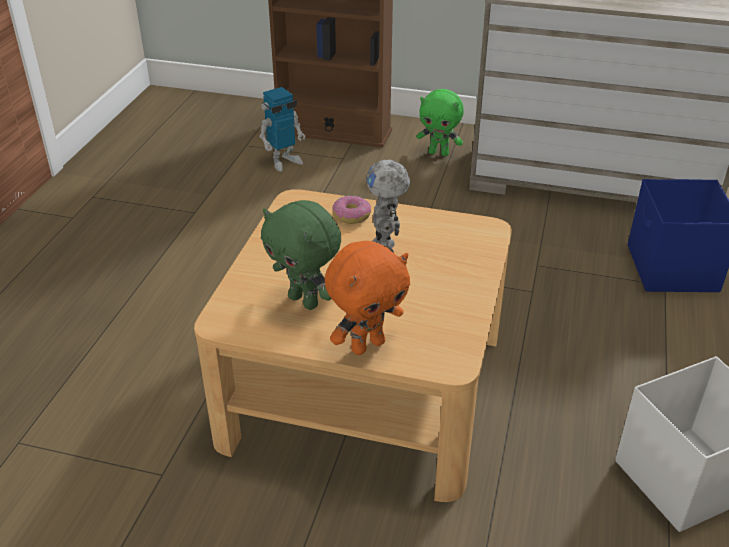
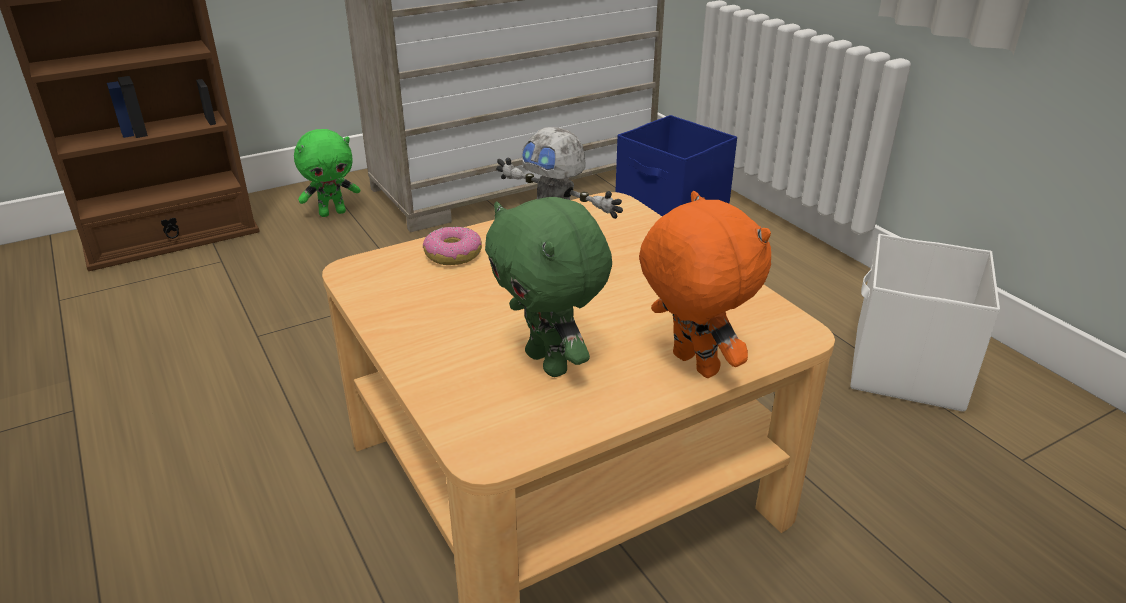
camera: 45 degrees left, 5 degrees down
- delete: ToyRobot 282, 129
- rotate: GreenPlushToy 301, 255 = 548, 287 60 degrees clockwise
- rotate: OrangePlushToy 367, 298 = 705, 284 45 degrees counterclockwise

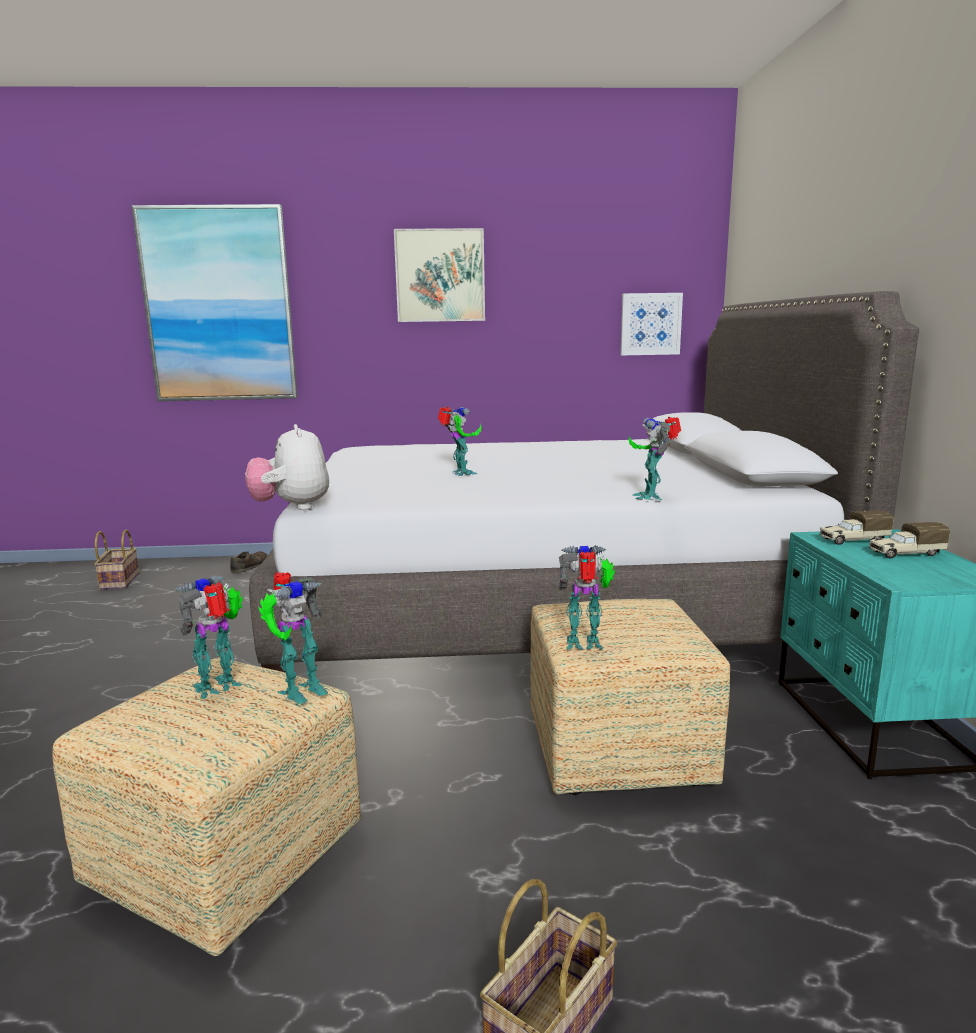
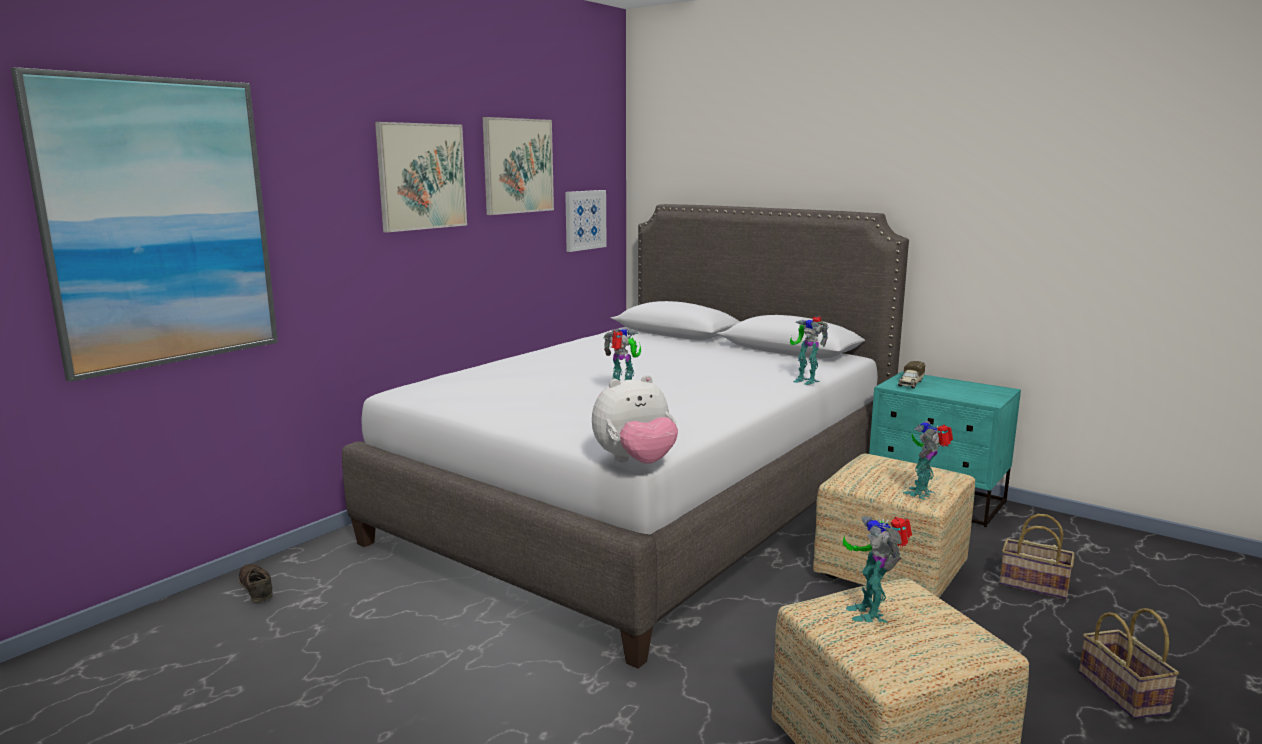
camera: 50 degrees left, 0 degrees up
- delete: ToyRobot 293, 638
- delete: ToyTruck 909, 540
- insert: Picture 518, 166
- move: Basket 116, 560 to 1037, 556
- rotate: PlushToy 287, 467 = 635, 419 45 degrees counterclockwise

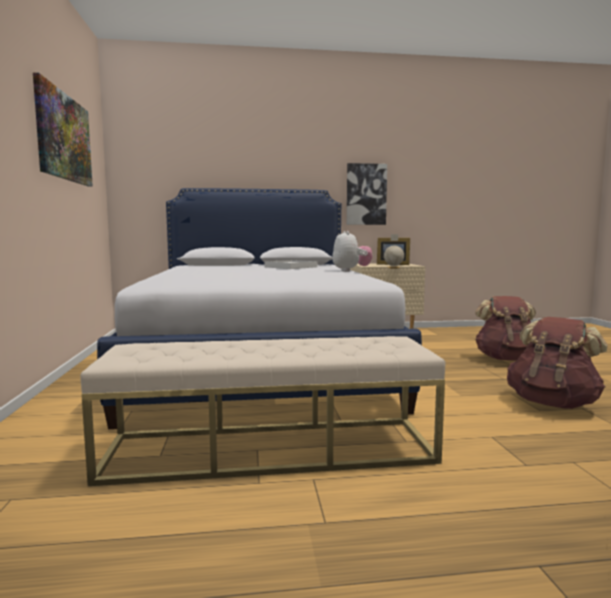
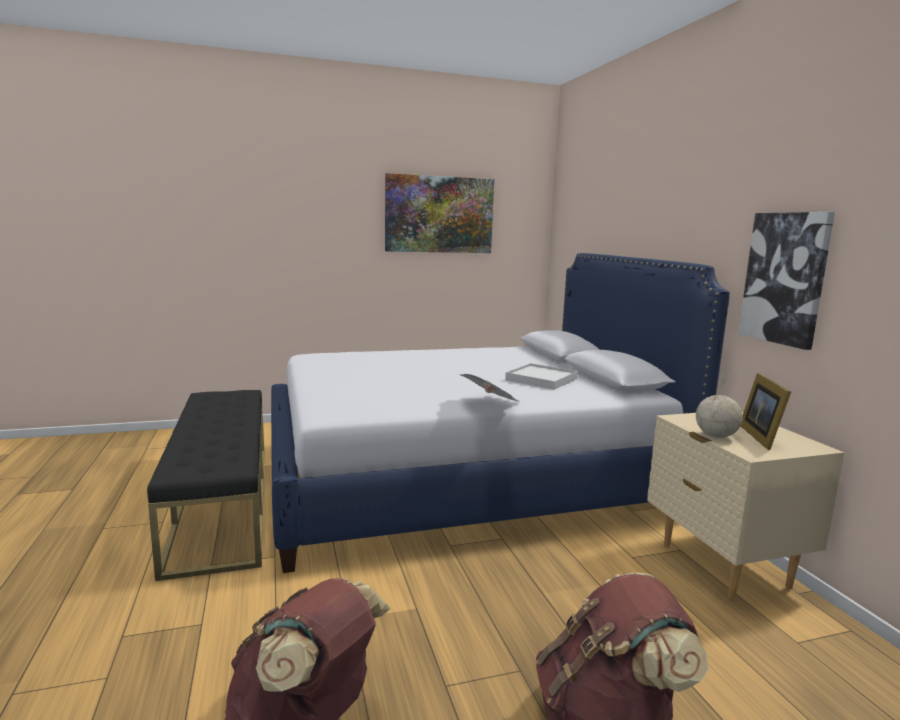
camera: 80 degrees right, 5 degrees up
- replace: PlushToy 352, 251 to Newspaper 489, 387
- recolor: BeigeBench 262, 411 to BlackBench 205, 485

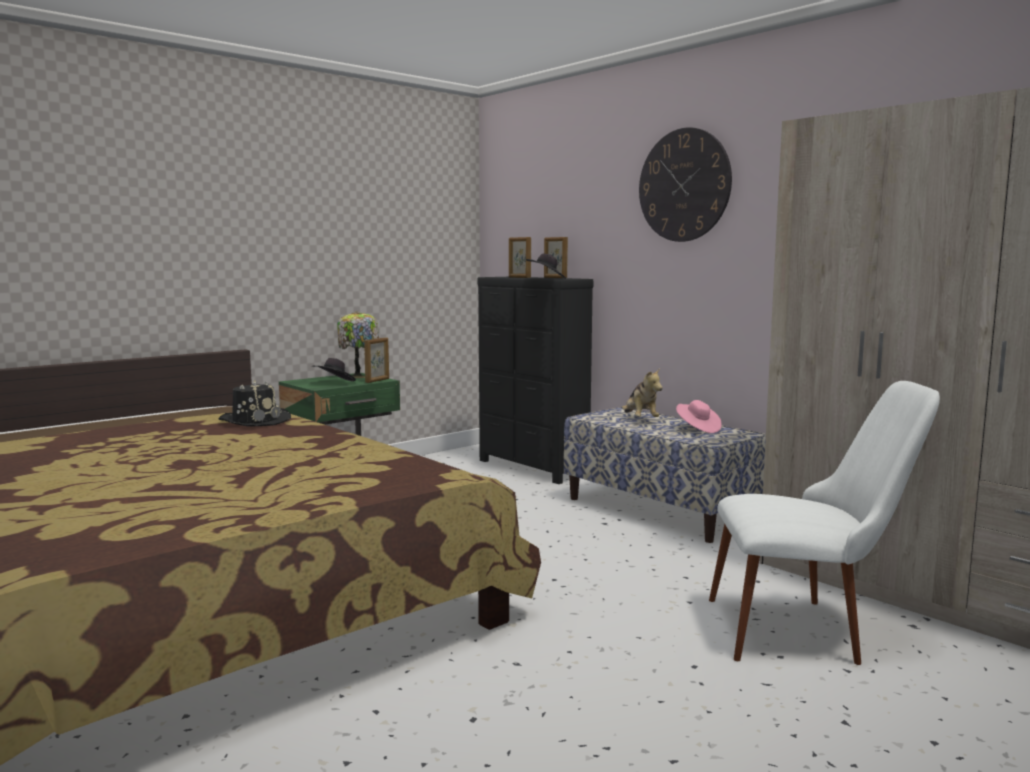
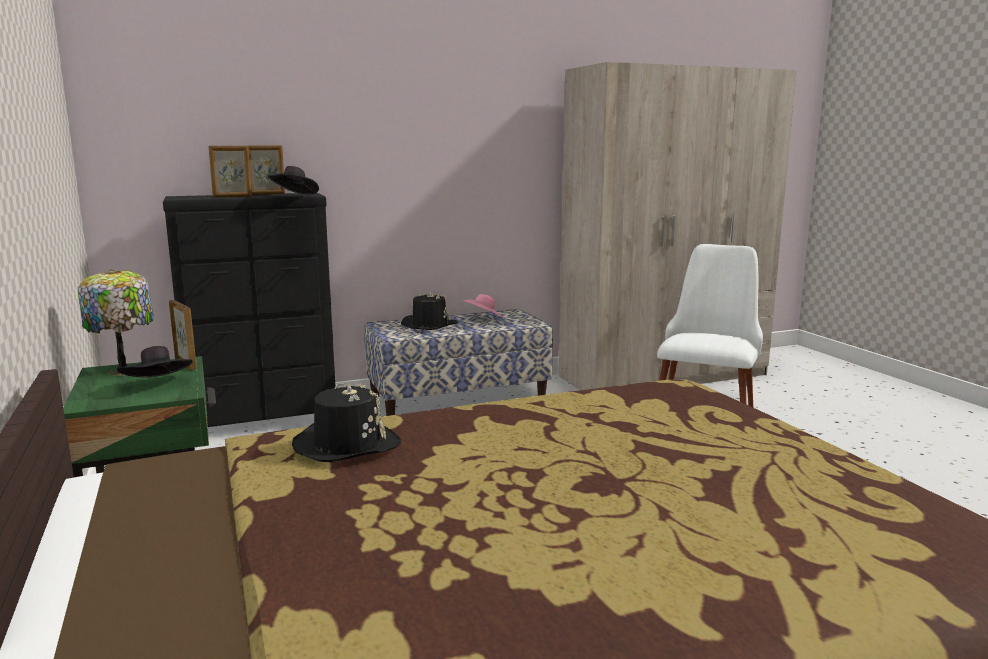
camera: 70 degrees left, 5 degrees up
- delete: WallClock 685, 184
- replace: PlushToy 642, 392 to BlackHat 430, 310

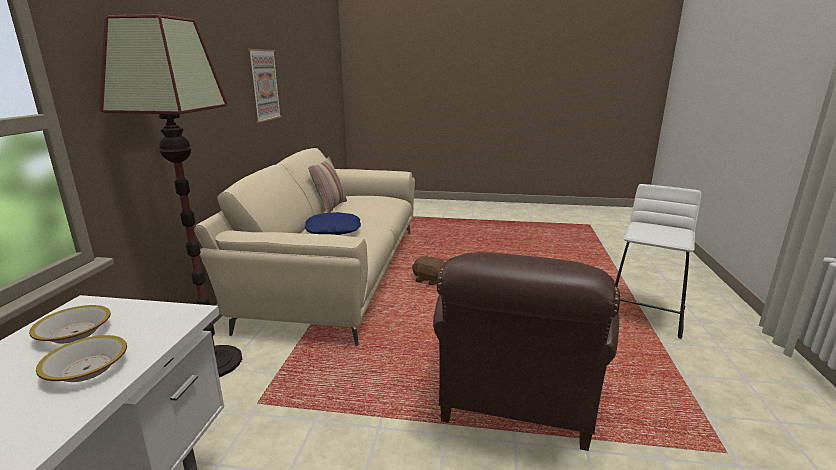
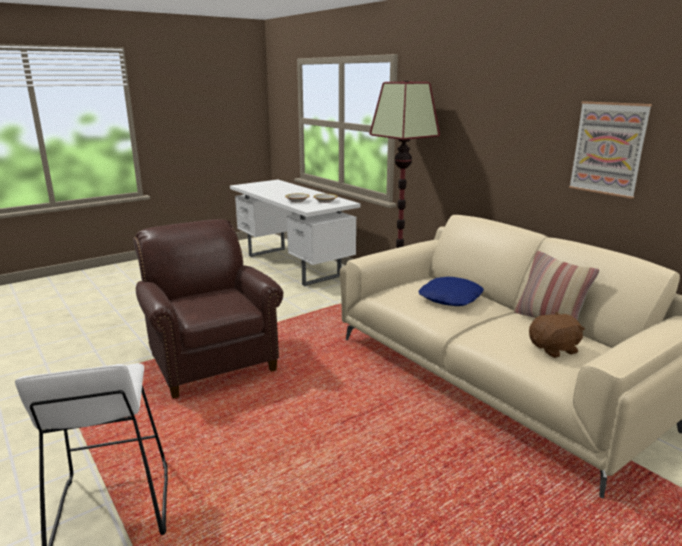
camera: 135 degrees right, 0 degrees up
- move: BrownPlushToy 428, 270 to 557, 335

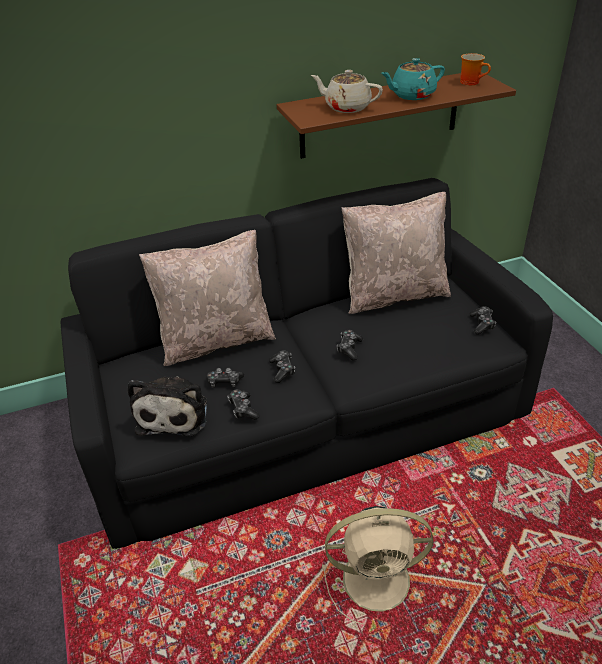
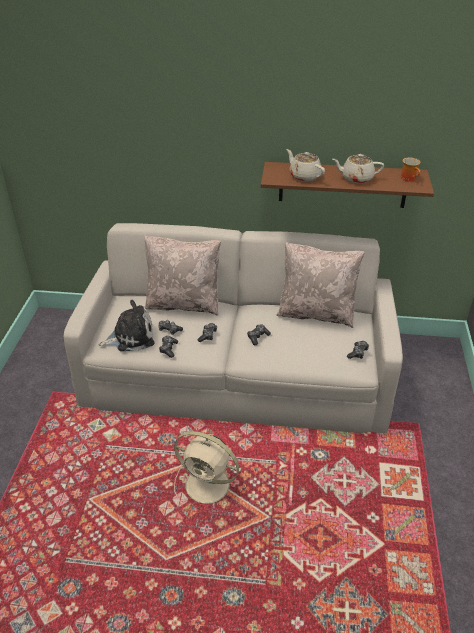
camera: 25 degrees right, 0 degrees up
- recolor: BlackSofa 307, 363 to BeigeSofa 233, 328
- recolor: TurquoiseTeapot 413, 79 to BeigeTeapot 358, 168
- rotate: PlushToy 167, 407 = 126, 325 135 degrees counterclockwise

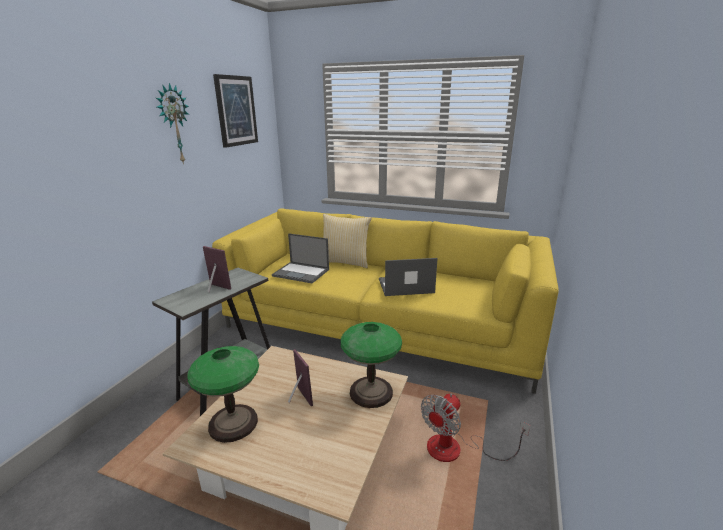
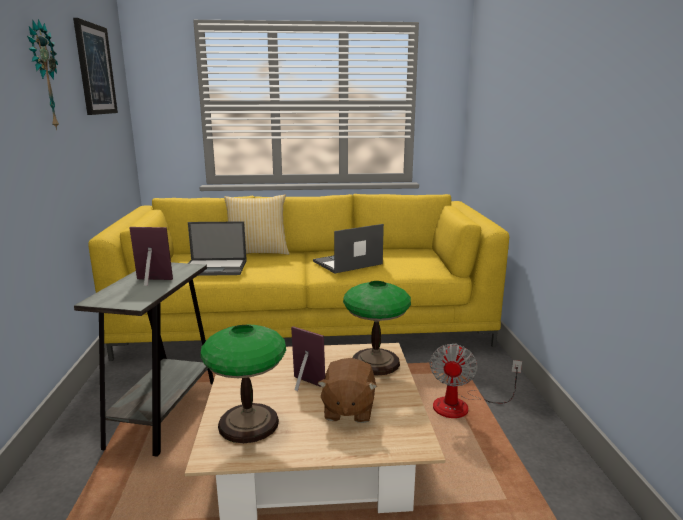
camera: 25 degrees left, 5 degrees down
- insert: BrownPlushToy 347, 390

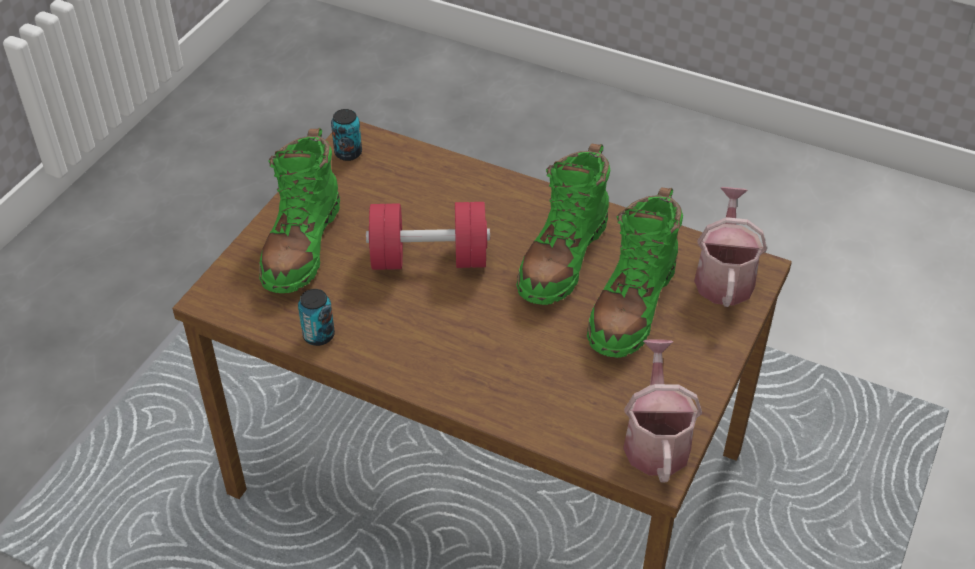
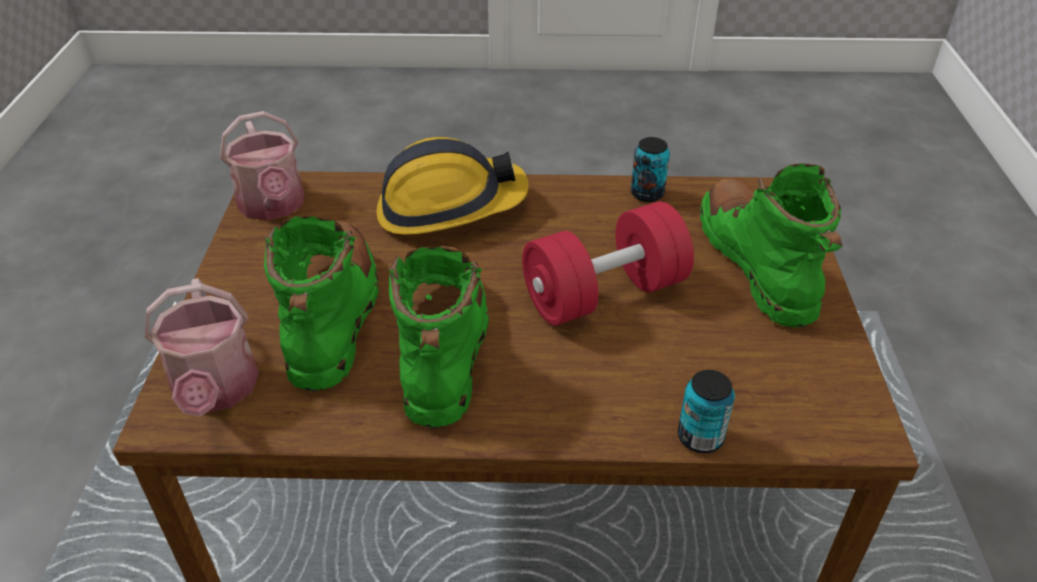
camera: 155 degrees right, 5 degrees down
- insert: HardHat 452, 186
- move: Can 346, 135 to 706, 411

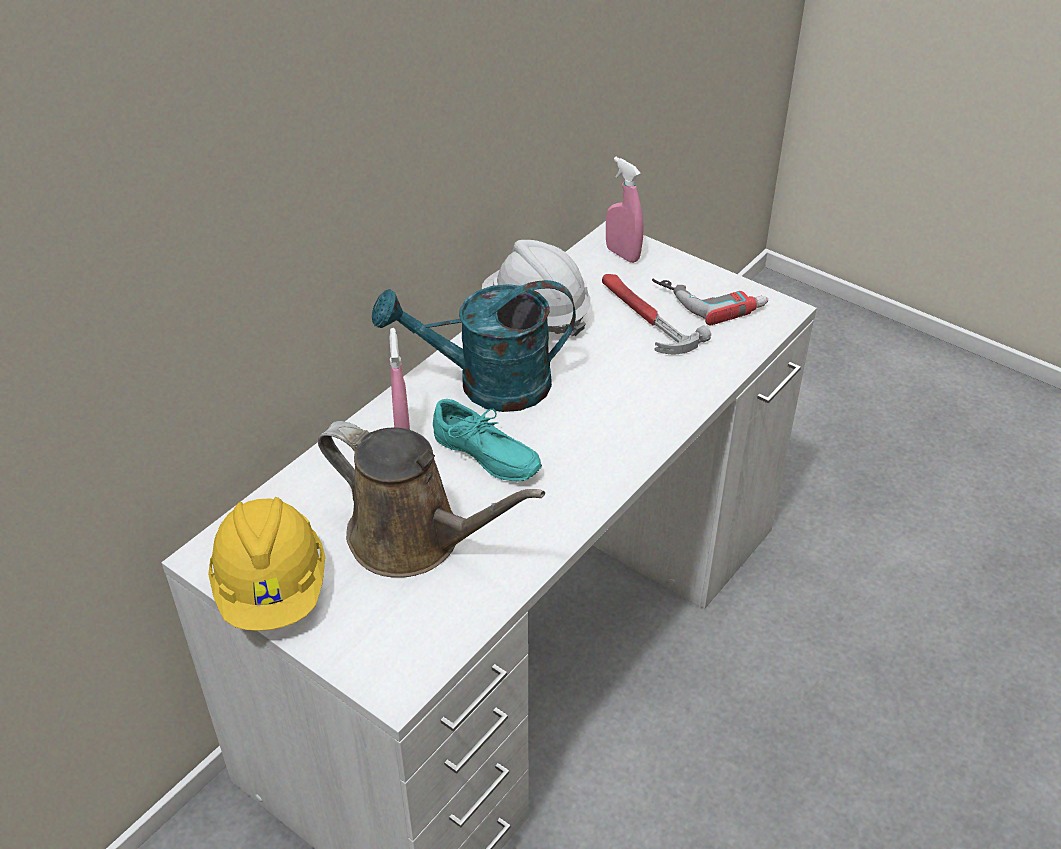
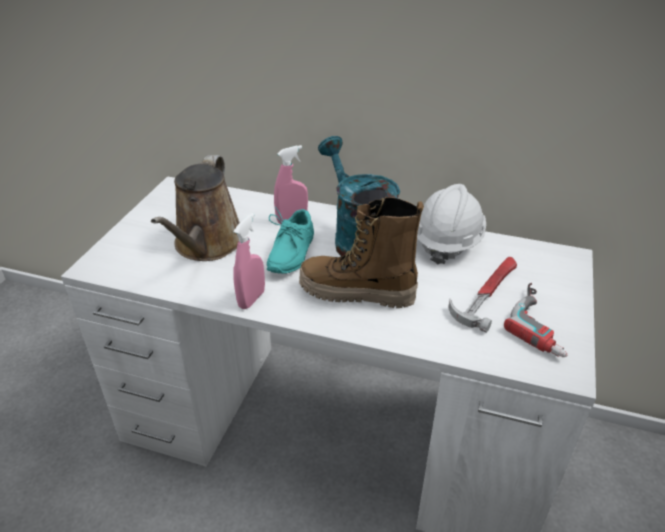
camera: 70 degrees right, 5 degrees down
- delete: YellowHardHat 266, 564
- insert: Boot 361, 252
- move: PinkSprayBottle 625, 210 to 249, 261

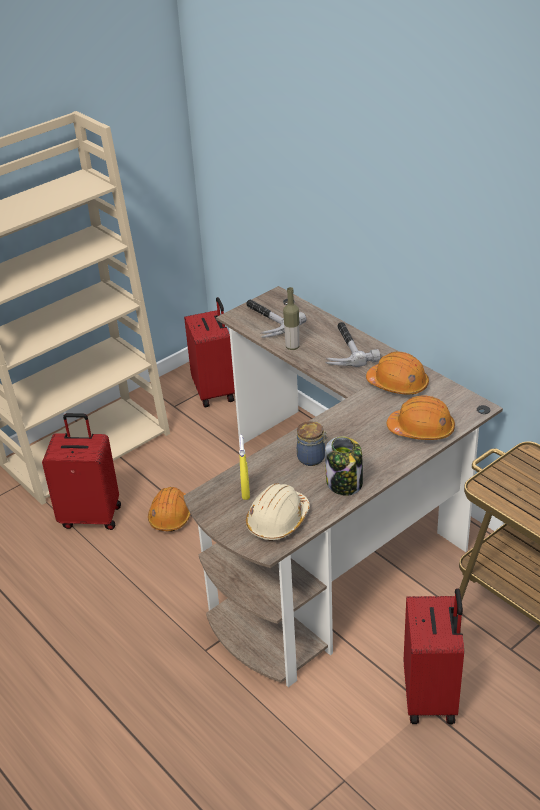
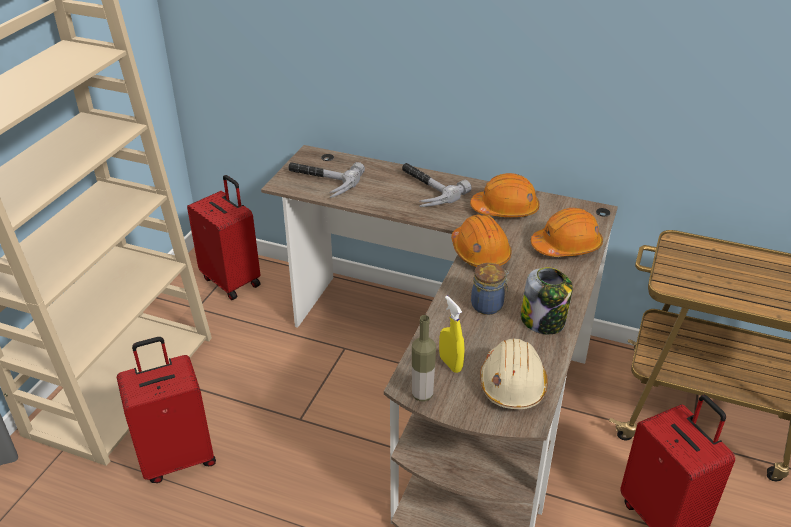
camera: 30 degrees left, 0 degrees up
- move: OrangeHardHat 169, 509 to 481, 240
- move: Bottle 291, 318 to 424, 358

